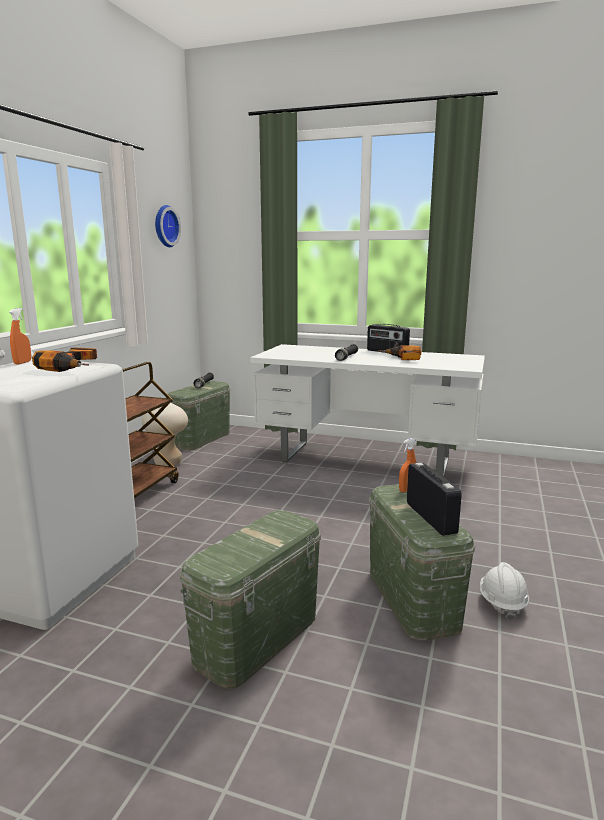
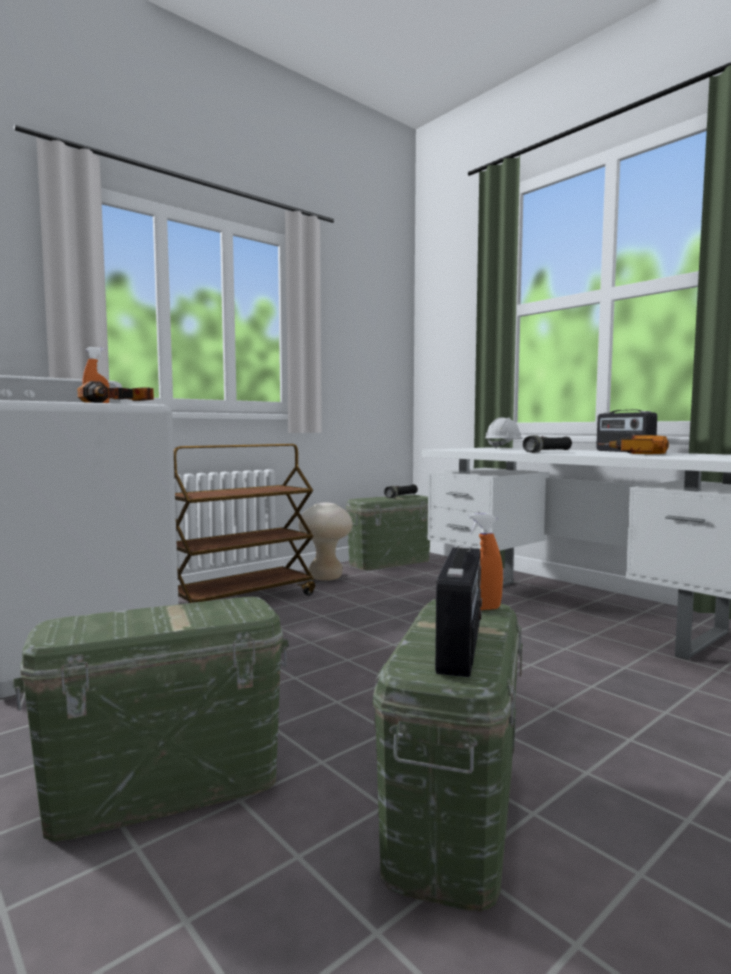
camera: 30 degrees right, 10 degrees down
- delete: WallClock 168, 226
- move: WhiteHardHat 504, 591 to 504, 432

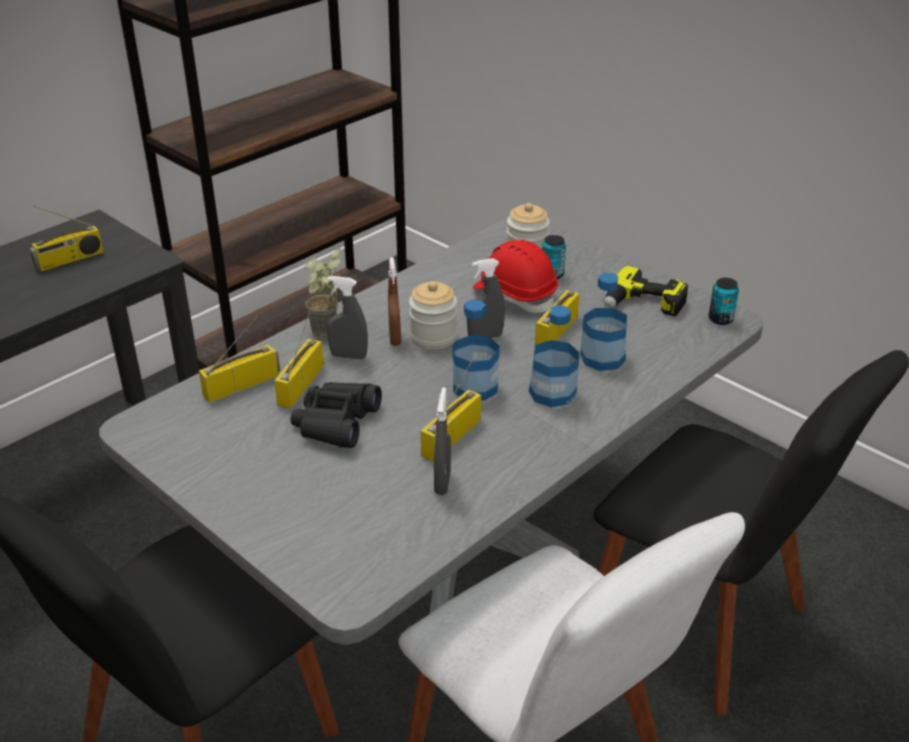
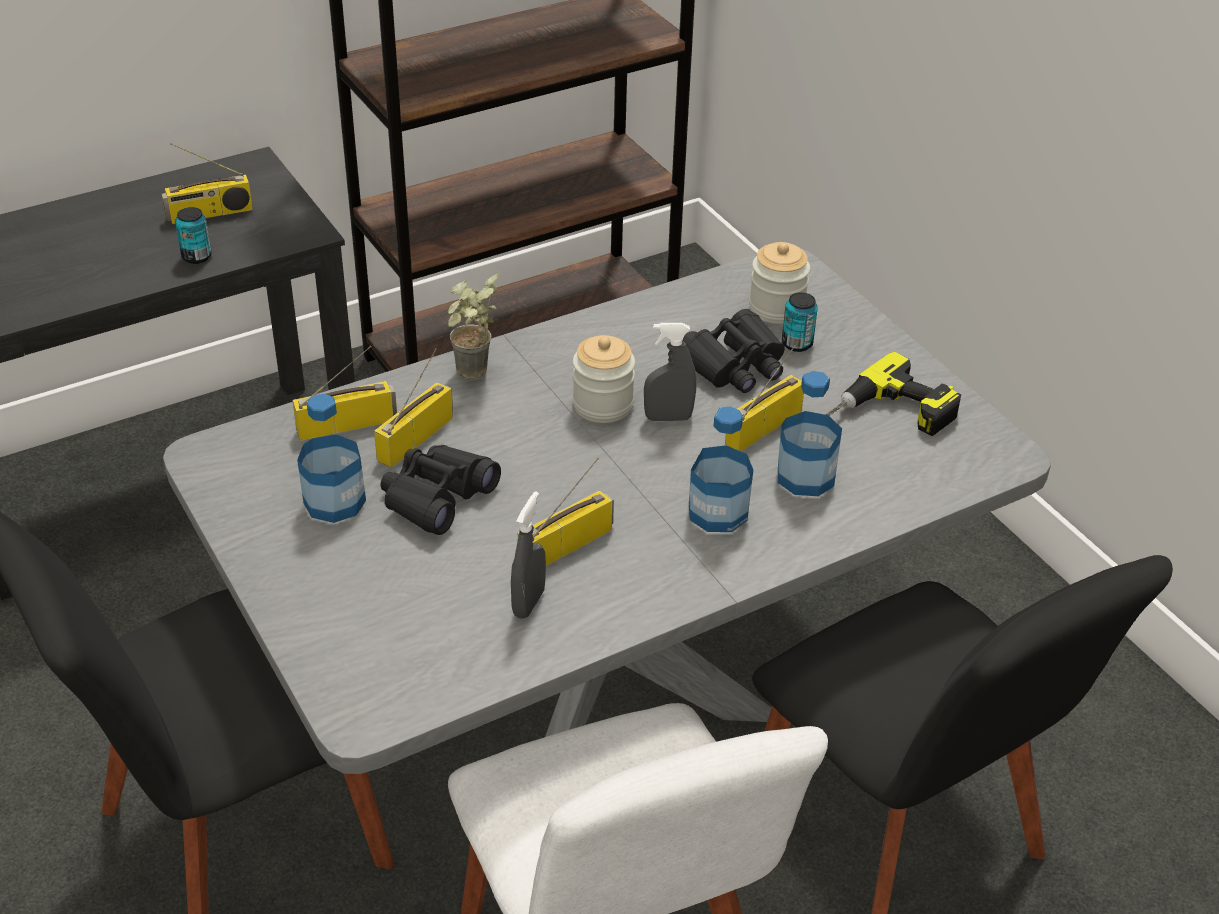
camera: 15 degrees right, 5 degrees up
- delete: GreySprayBottle 347, 318
- delete: BrownSprayBottle 394, 301
- move: Bottle 476, 350 to 331, 458
- move: Can 723, 301 to 193, 235
- replace: RedHardHat 515, 276 to BlackBinoculars 733, 351

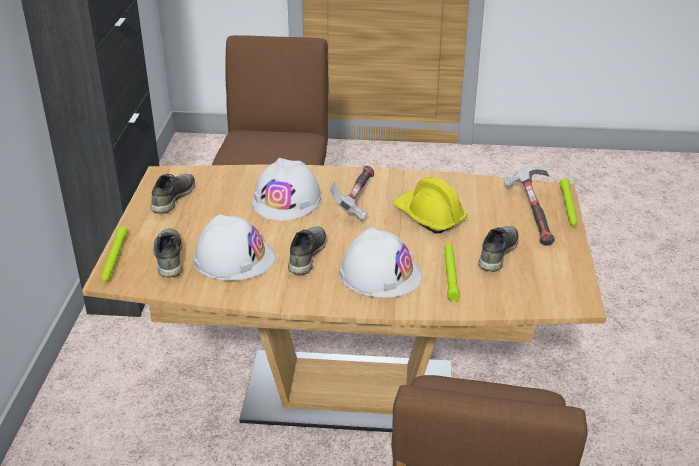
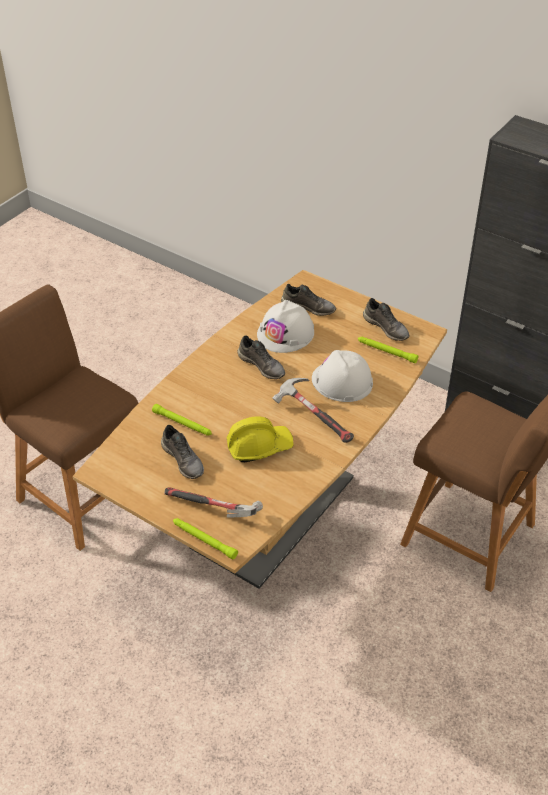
camera: 120 degrees right, 10 degrees up
- delete: WhiteHardHat 381, 263
- move: GreenFlashlight 114, 254 to 388, 350

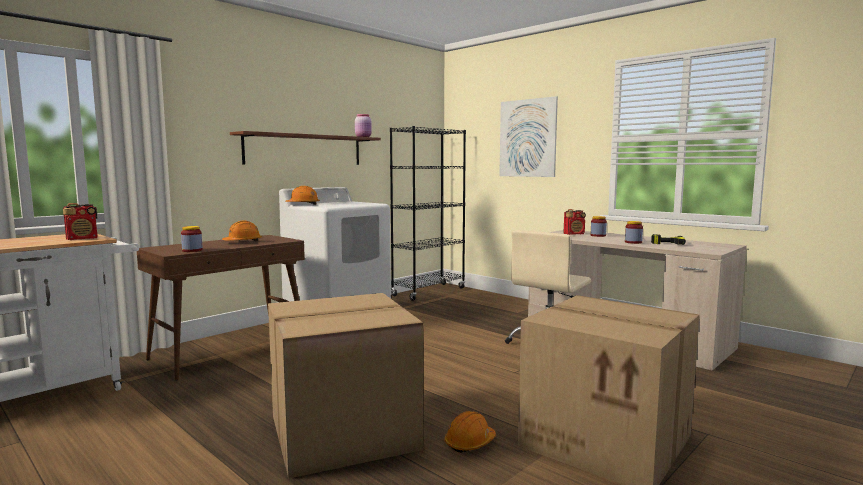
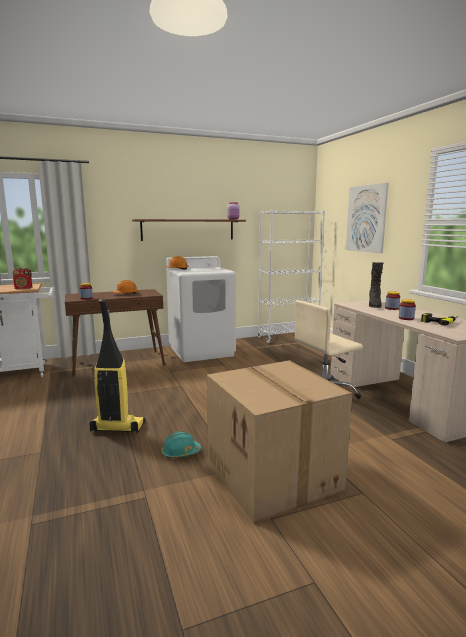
camera: 25 degrees right, 5 degrees up
- replace: CardboardBox 345, 386 to VacuumCleaner 117, 366
- replace: Radio 574, 222 to BlackBoot 376, 285
- recolor: BlackBookcase 428, 213 to WhiteBookcase 291, 276
- recolor: OrangeHardHat 470, 432 to TurquoiseHardHat 181, 444

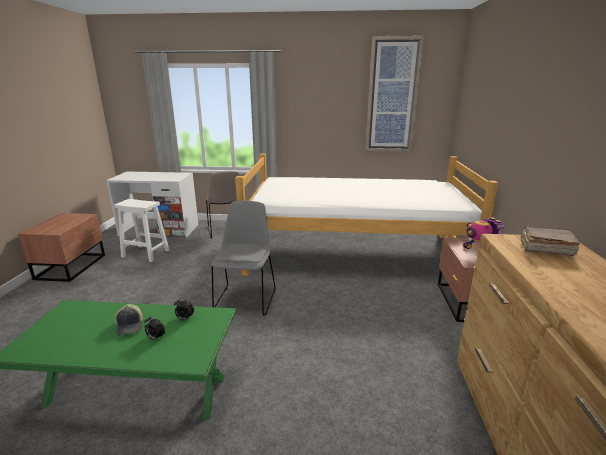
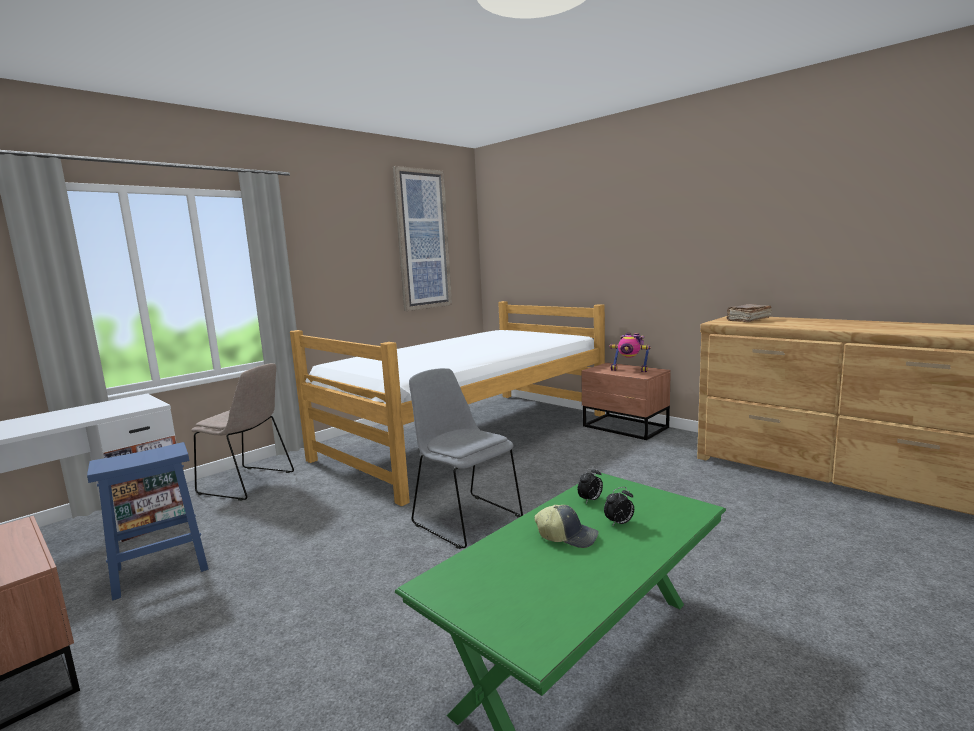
camera: 50 degrees left, 10 degrees down
- recolor: WhiteStool 141, 230 to BlueStool 147, 521

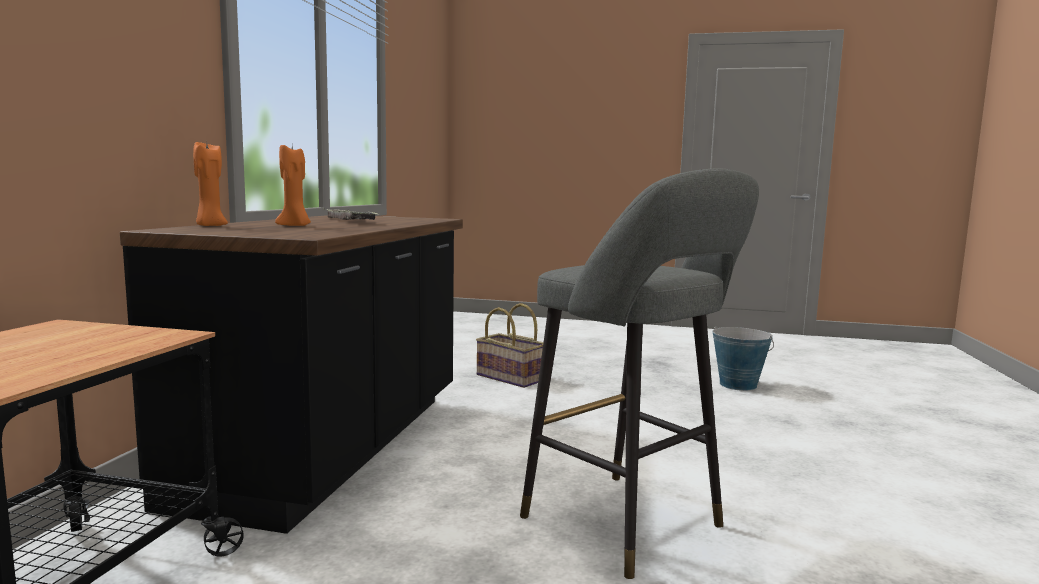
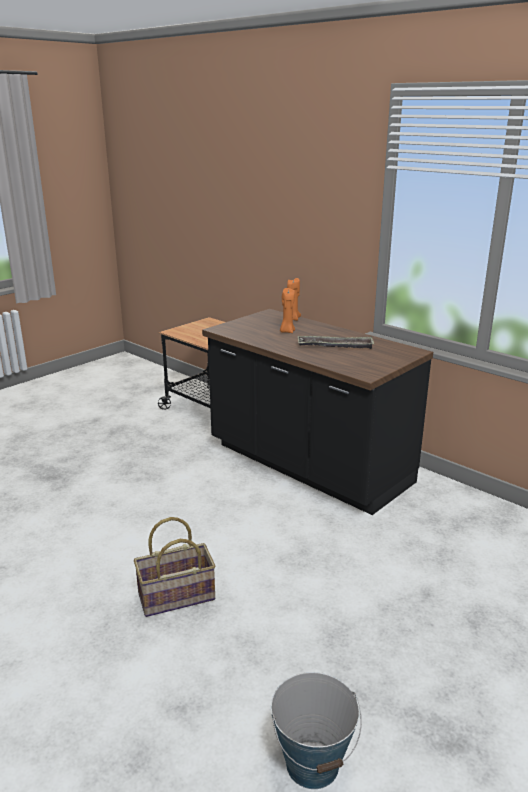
camera: 120 degrees right, 15 degrees up
- delete: GreyStool 639, 373
- move: Basket 509, 345 to 174, 567

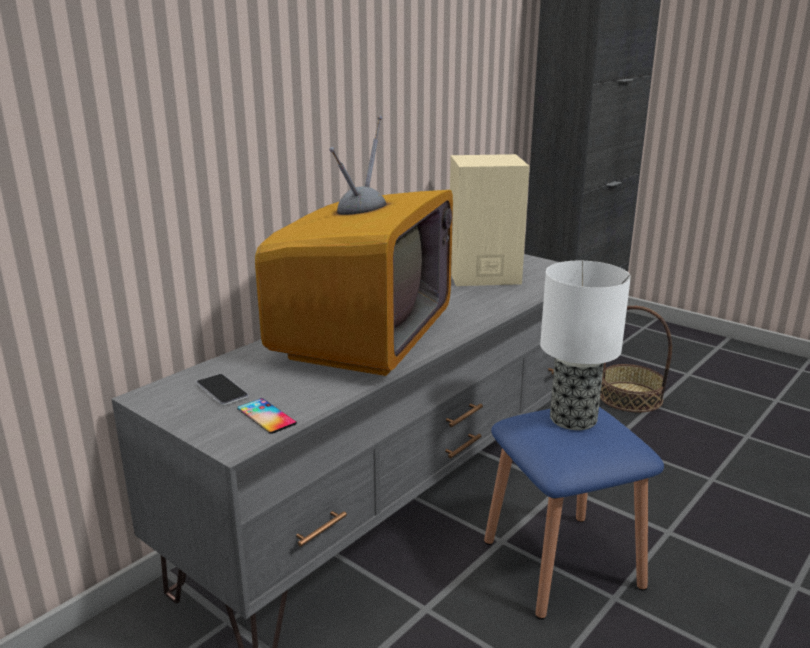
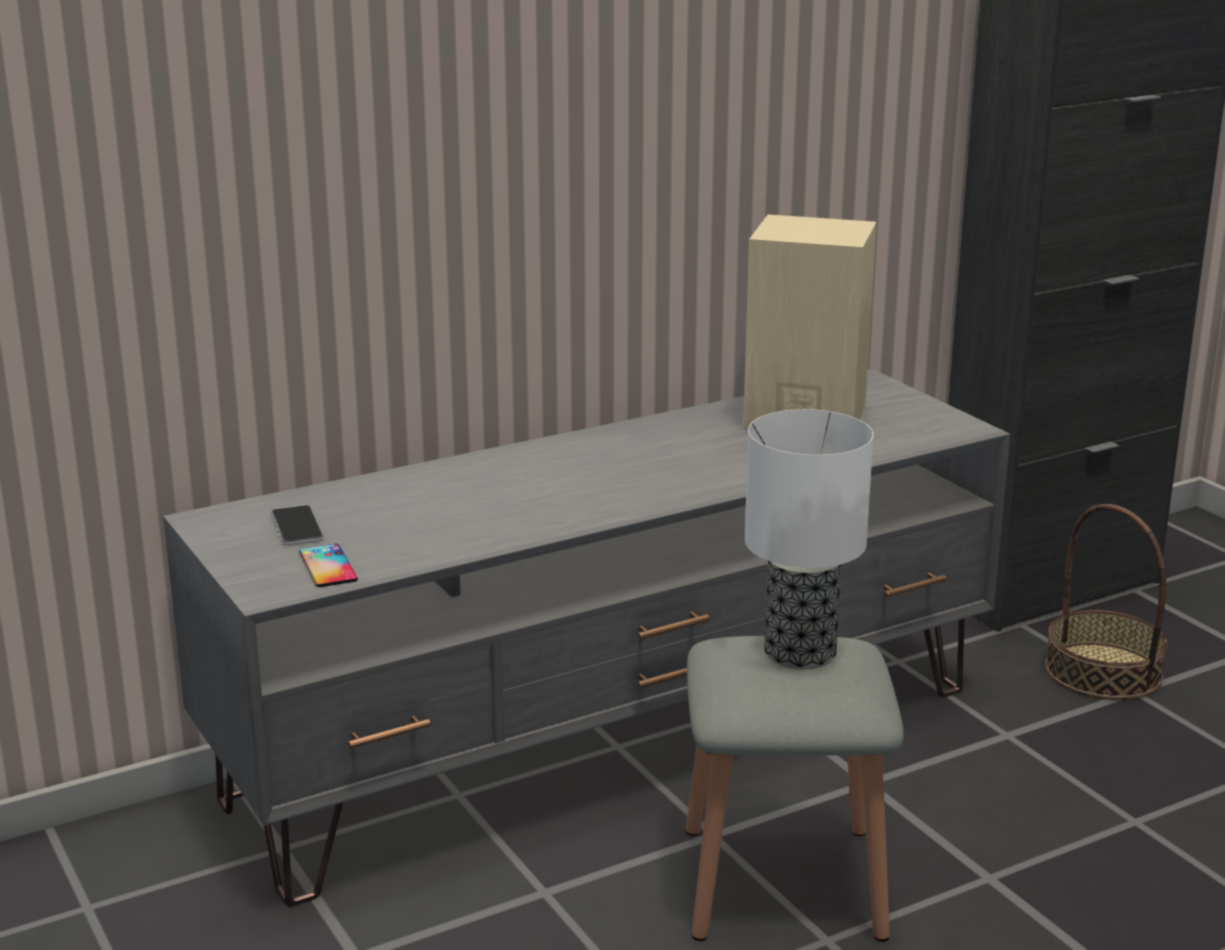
camera: 20 degrees right, 0 degrees up
- delete: Television 354, 245
- recolor: BlueStool 574, 513 to GreyStool 795, 789

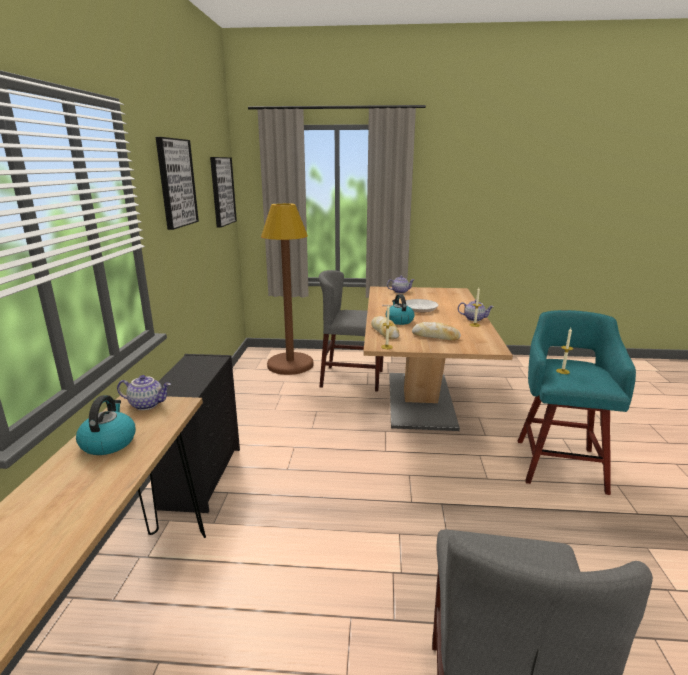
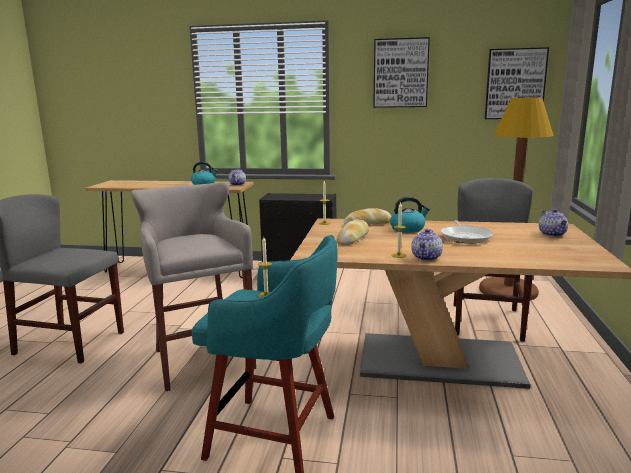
camera: 95 degrees right, 5 degrees down
- insert: GreyStool 193, 286

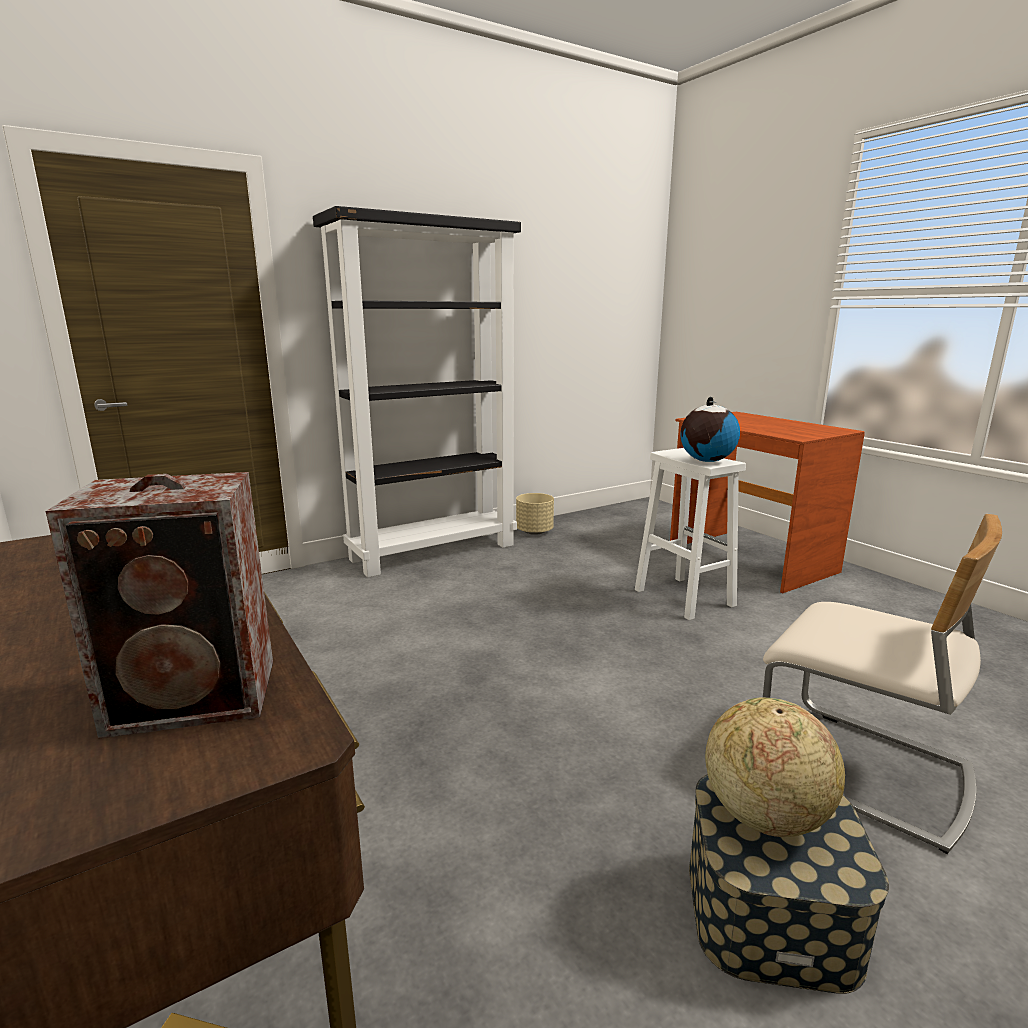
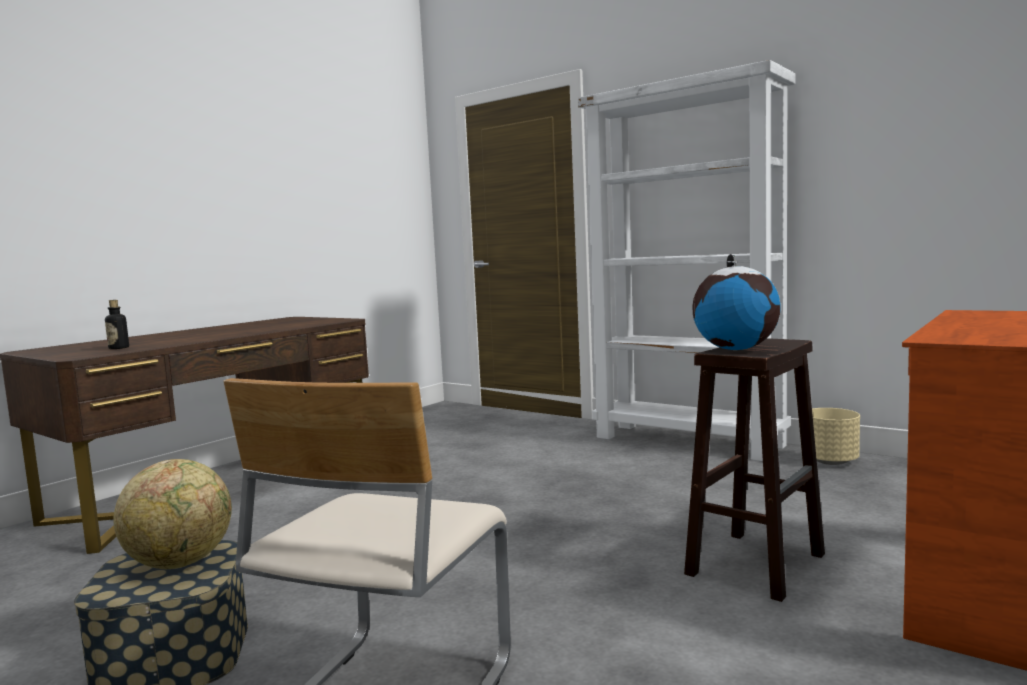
camera: 70 degrees right, 10 degrees down
- replace: Speaker 159, 605 to Bottle 117, 324
- recolor: BlackBookcase 417, 391 to WhiteBookcase 687, 260
- recolor: WhiteStool 690, 534 to BrownStool 754, 470

